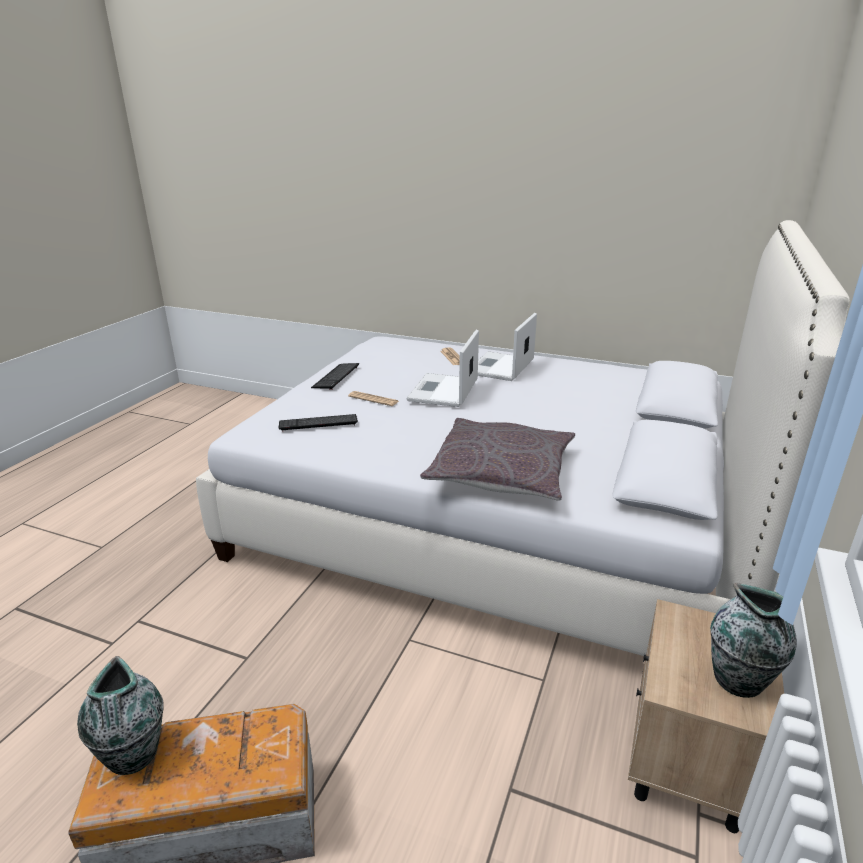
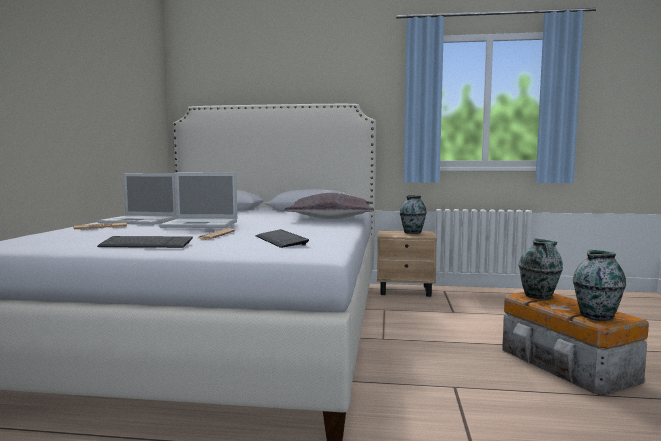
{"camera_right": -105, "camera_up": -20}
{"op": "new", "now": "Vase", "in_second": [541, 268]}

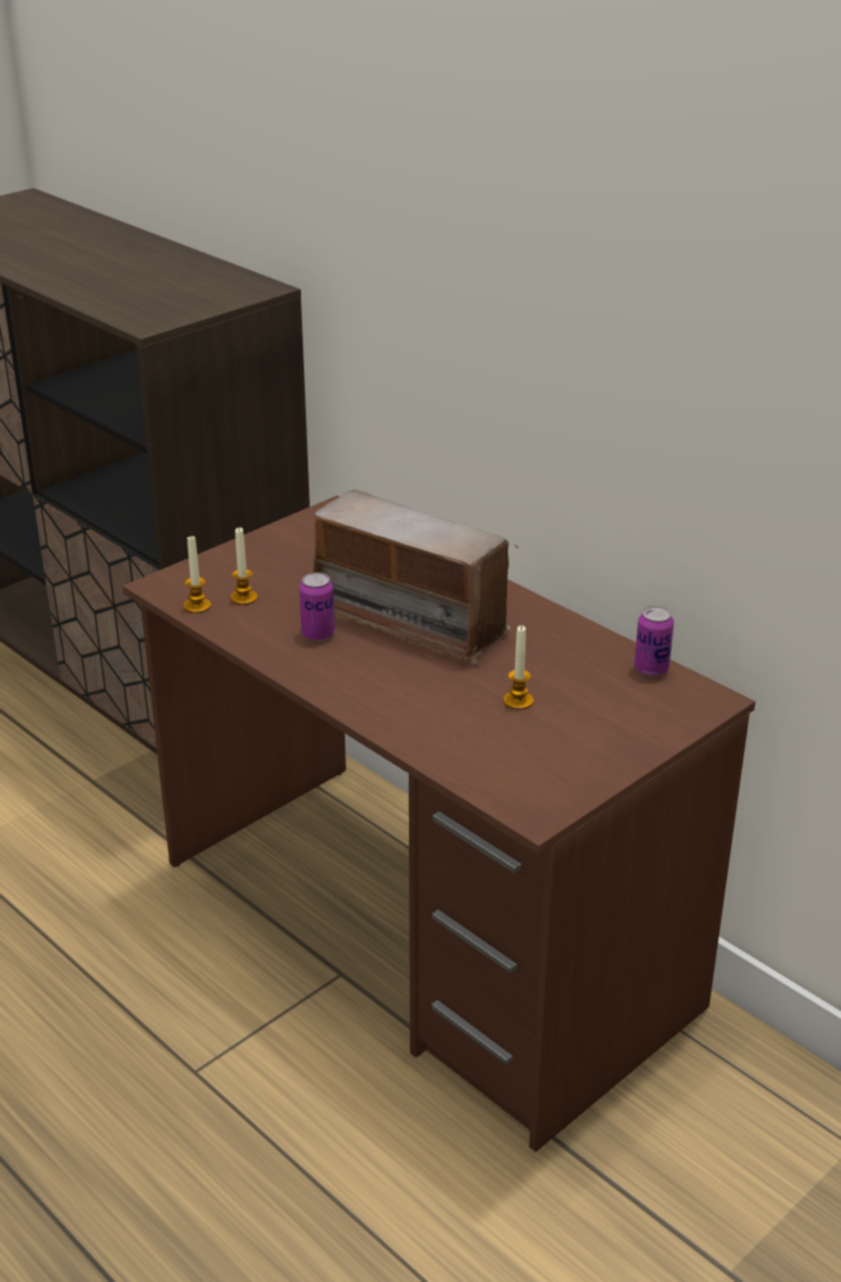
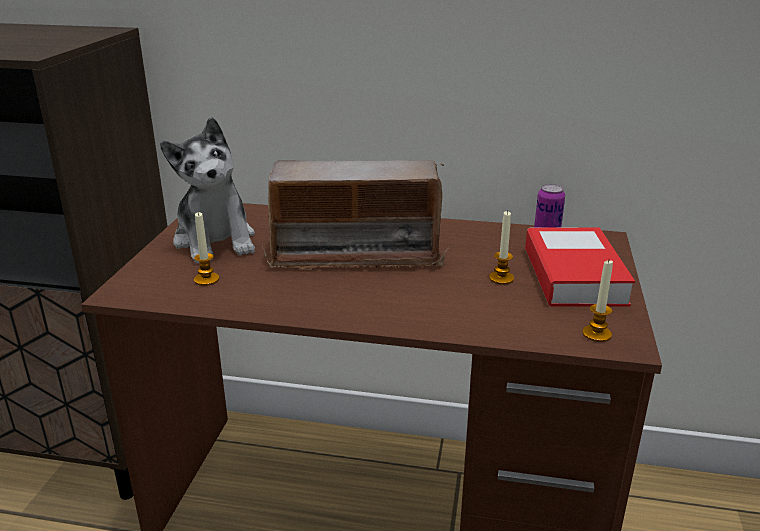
{"camera_right": -35, "camera_up": -5}
{"op": "shifted", "was": "Kerze", "in_first": [197, 574], "in_second": [597, 301]}
{"op": "gone", "was": "Dose", "in_first": [317, 606]}
{"op": "new", "now": "Plüschtier", "in_second": [207, 190]}
{"op": "new", "now": "Buch", "in_second": [580, 267]}

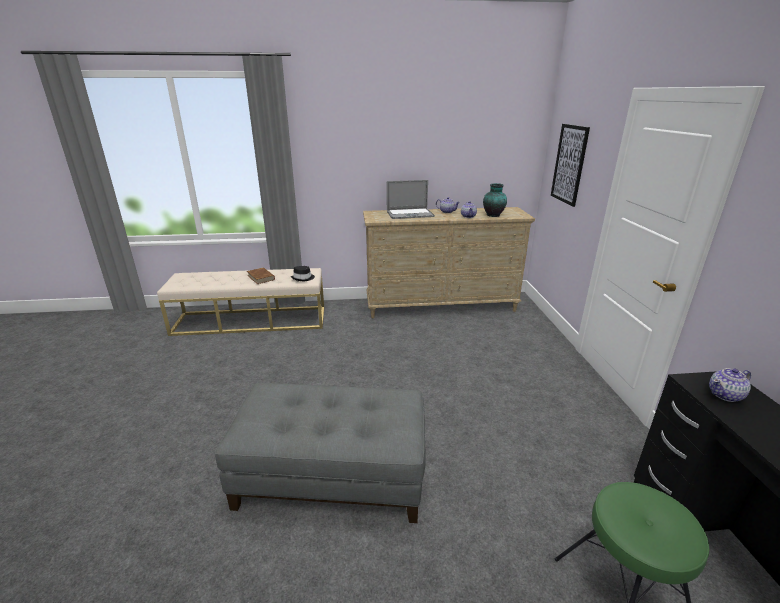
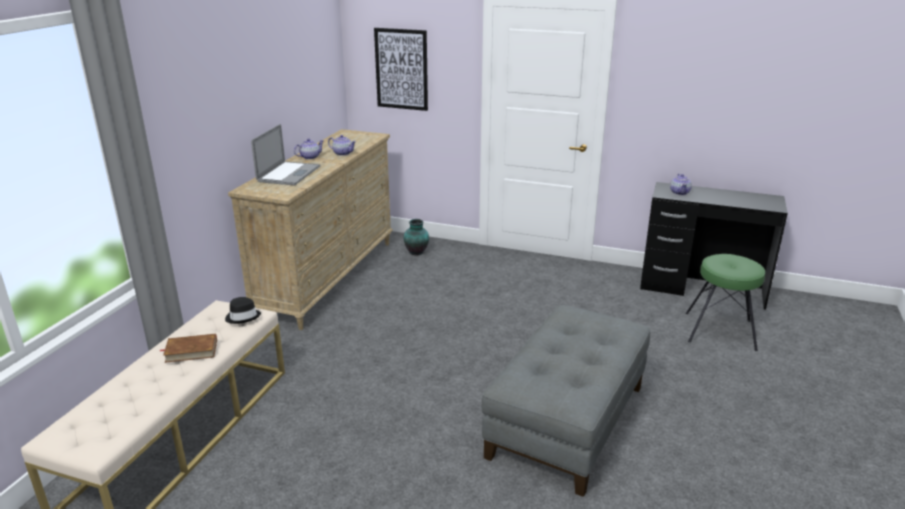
{"camera_right": -65, "camera_up": 0}
{"op": "shifted", "was": "Vase", "in_first": [495, 200], "in_second": [416, 237]}

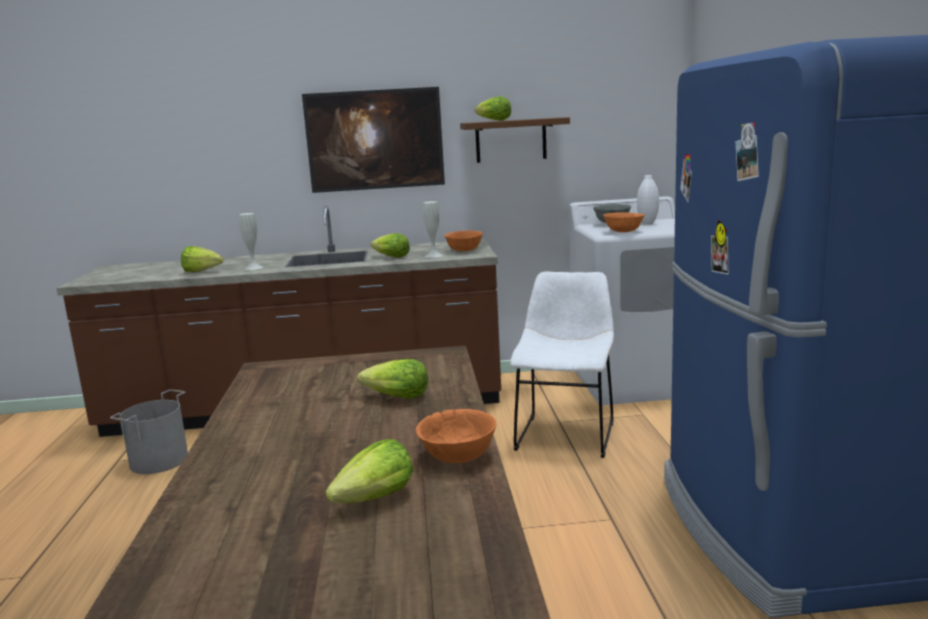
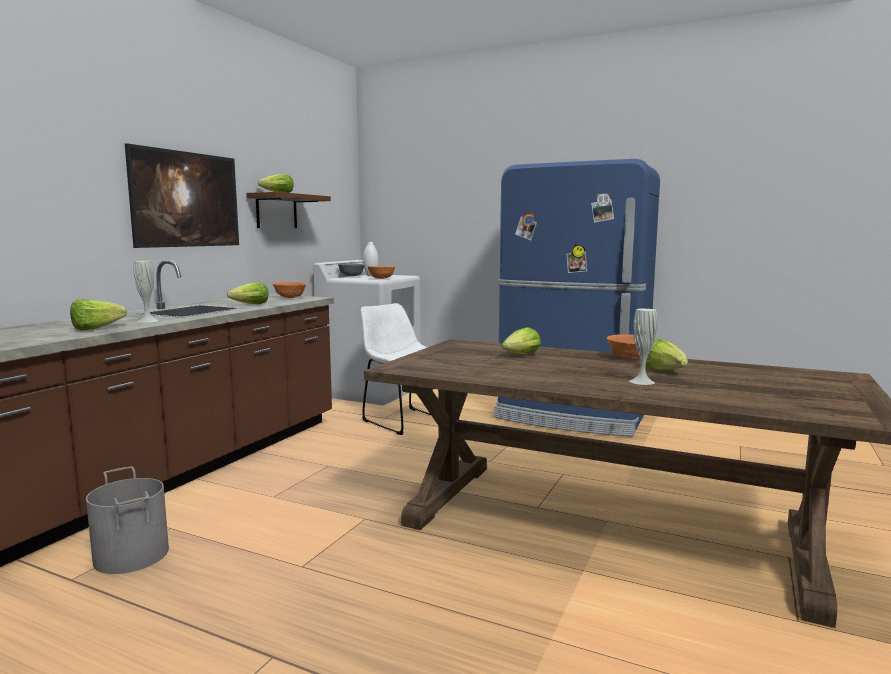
{"camera_right": -60, "camera_up": -5}
{"op": "shifted", "was": "Vase/weiß", "in_first": [433, 229], "in_second": [643, 347]}

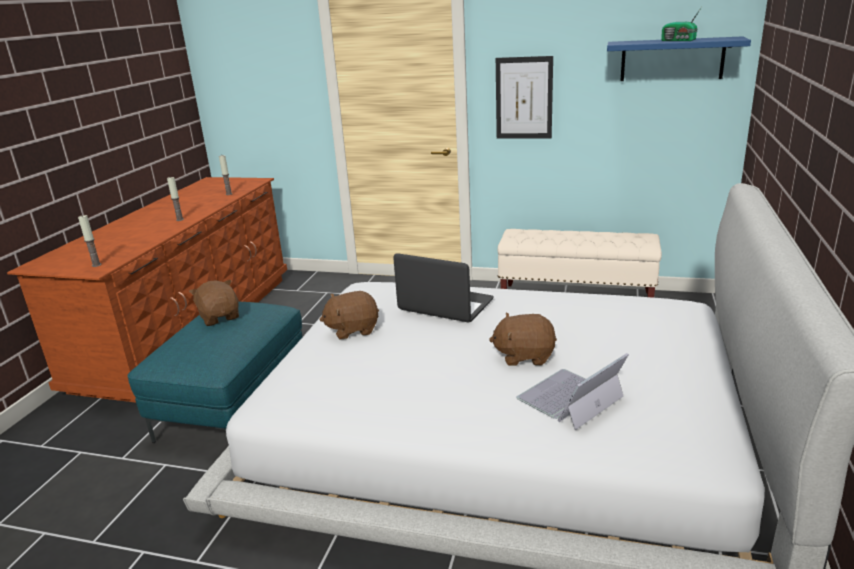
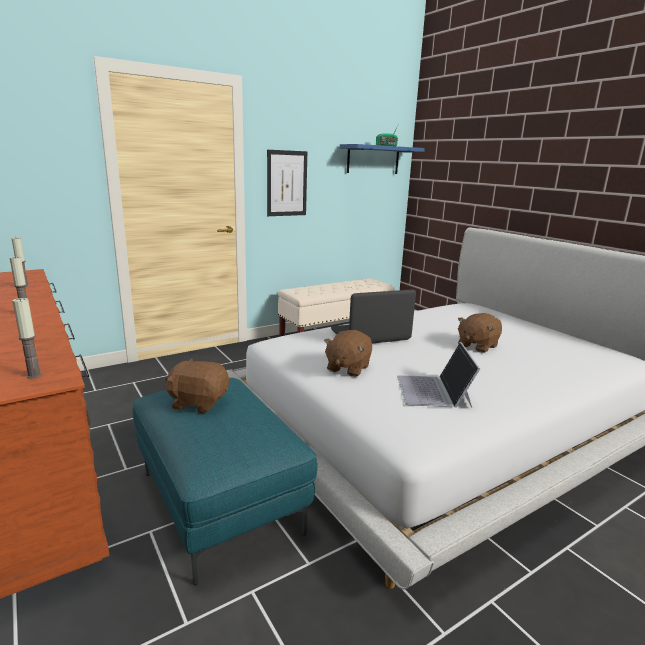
{"camera_right": -50, "camera_up": -5}
{"op": "shifted", "was": "Laptop", "in_first": [572, 391], "in_second": [438, 375]}

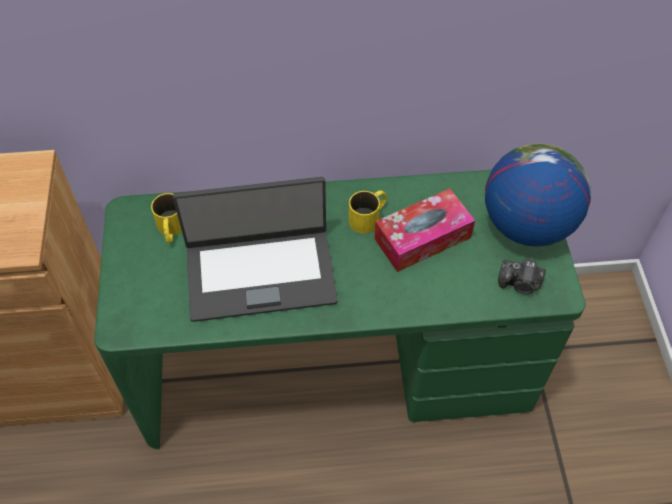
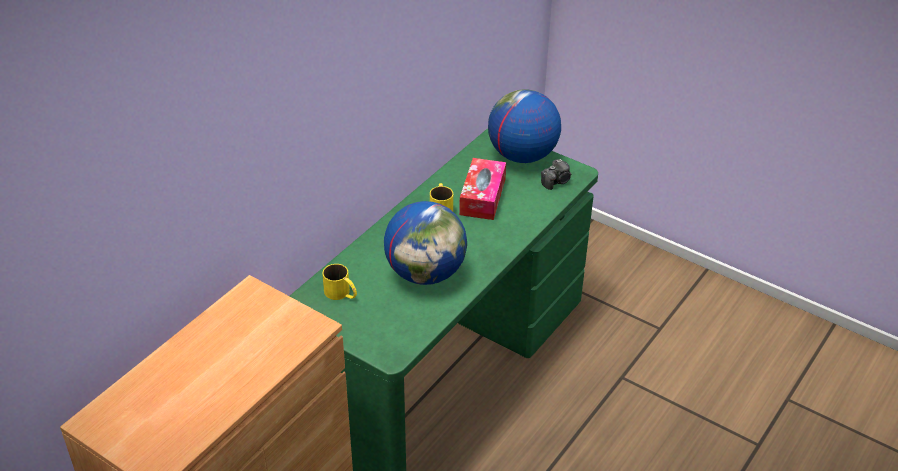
{"camera_right": -50, "camera_up": -15}
{"op": "swapped", "was": "Laptop", "now": "Globus", "in_first": [255, 249], "in_second": [425, 243]}

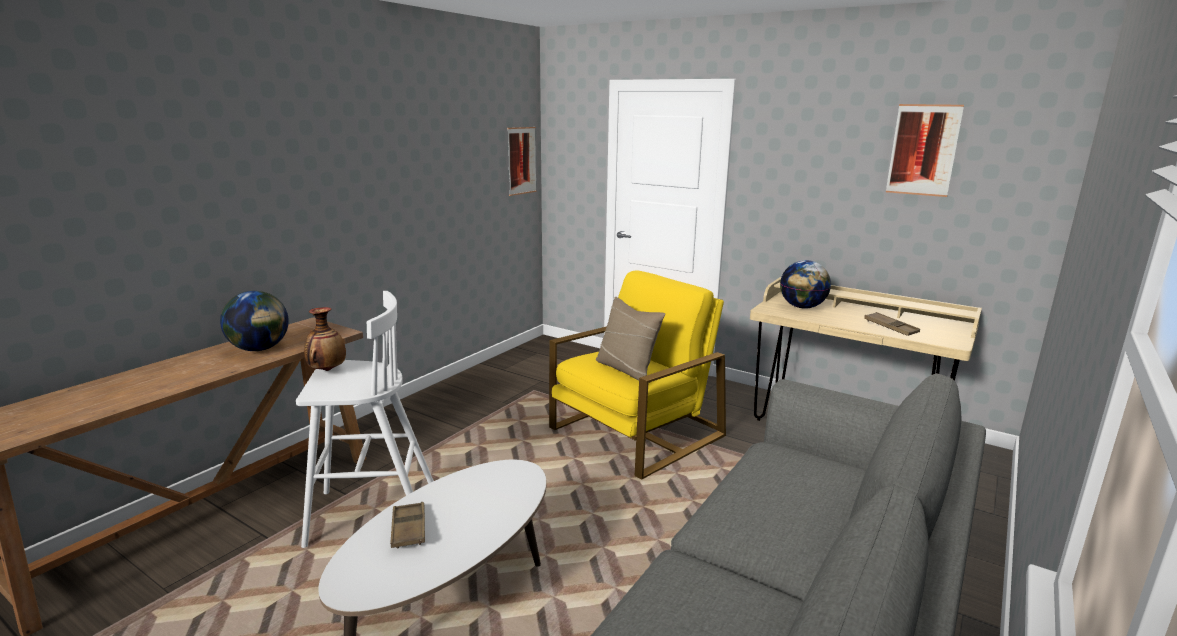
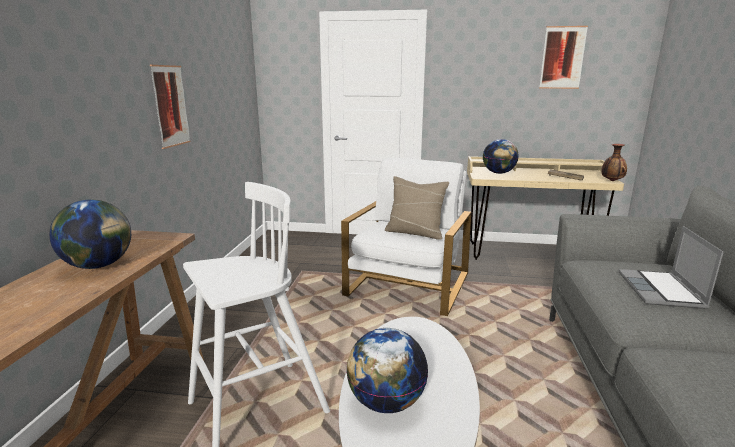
{"camera_right": -25, "camera_up": 0}
{"op": "shifted", "was": "Vase", "in_first": [325, 339], "in_second": [614, 162]}
{"op": "swapped", "was": "Tablett/braun", "now": "Globus", "in_first": [407, 525], "in_second": [387, 370]}
{"op": "shifted", "was": "Bild", "in_first": [521, 161], "in_second": [170, 107]}
{"op": "repainted", "was": "Sessel/gelb", "now": "Sessel/weiß", "in_first": [637, 375], "in_second": [406, 237]}
{"op": "new", "now": "Laptop", "in_second": [671, 267]}

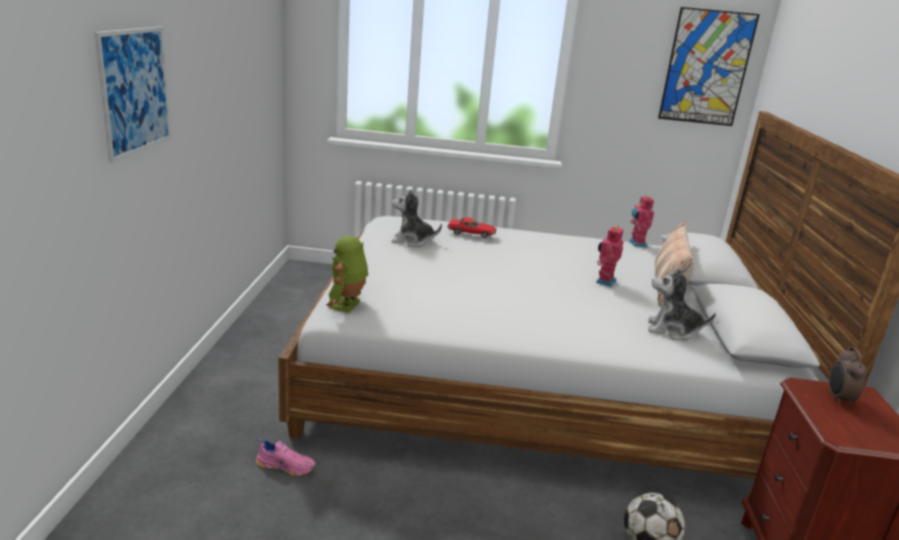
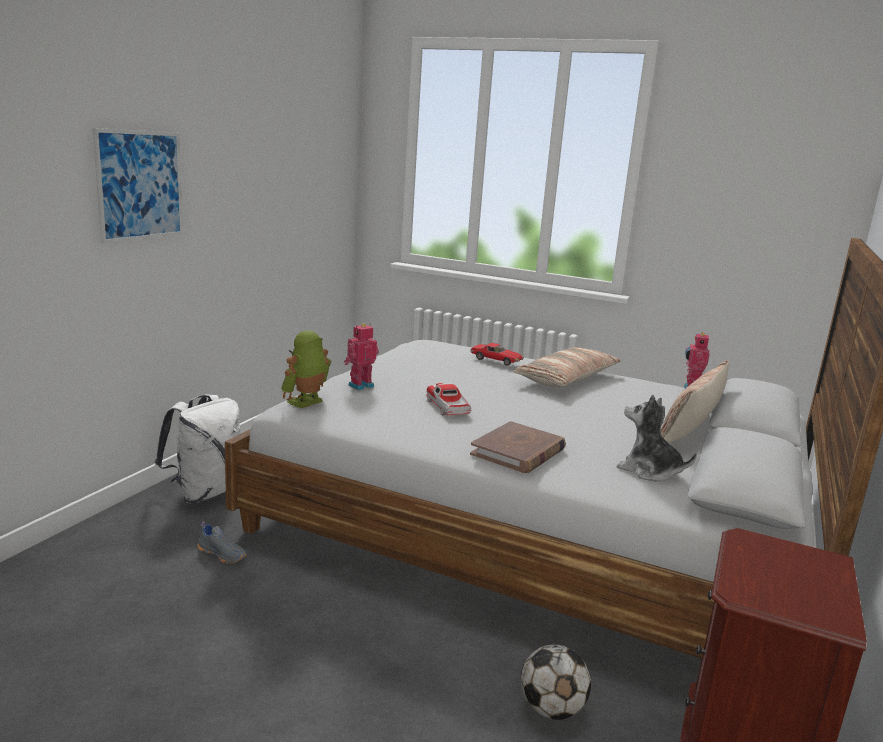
{"camera_right": 20, "camera_up": -5}
{"op": "repainted", "was": "Schuh/rosa", "now": "Schuh/grau", "in_first": [285, 457], "in_second": [222, 542]}
{"op": "gone", "was": "Plüschtier", "in_first": [417, 218]}
{"op": "shifted", "was": "Spielzeugroboter", "in_first": [610, 256], "in_second": [361, 356]}
{"op": "gone", "was": "Bild", "in_first": [709, 66]}
{"op": "gone", "was": "Wecker", "in_first": [848, 376]}
{"op": "new", "now": "Rucksack/weiß", "in_second": [198, 448]}
{"op": "new", "now": "Spielzeugauto", "in_second": [448, 399]}
{"op": "new", "now": "Buch/braun", "in_second": [518, 447]}
{"op": "new", "now": "Kissen", "in_second": [567, 367]}

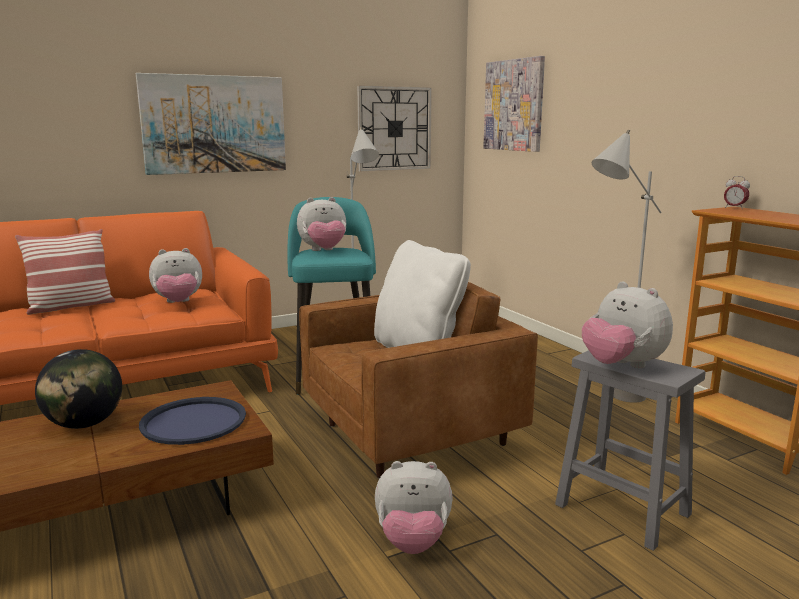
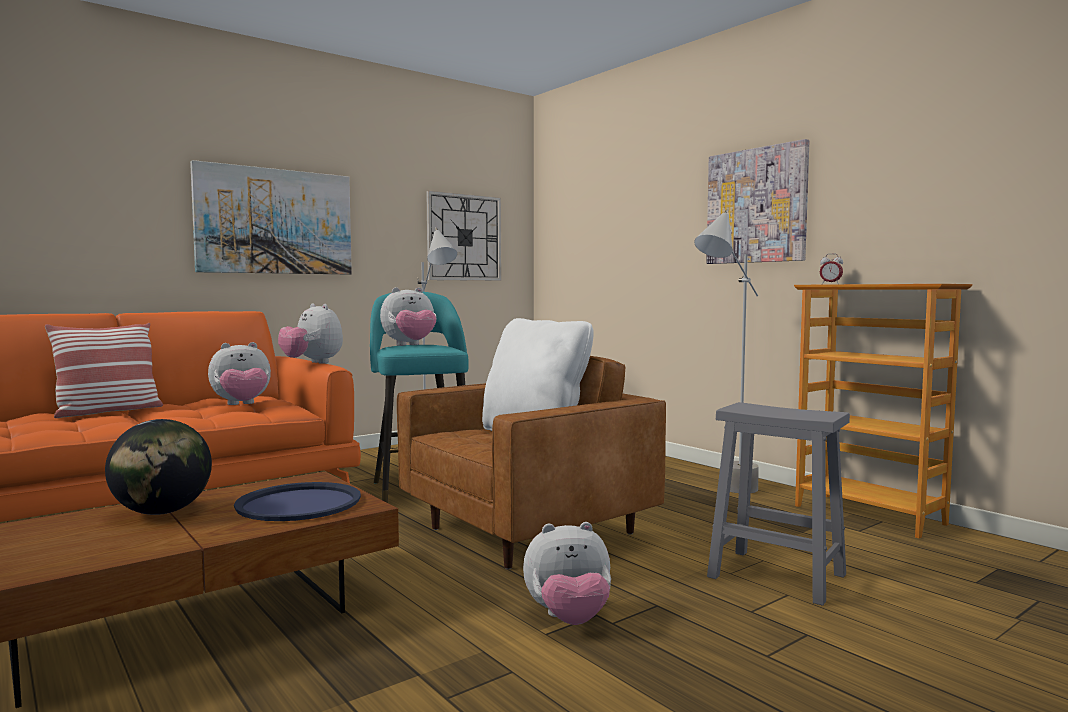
{"camera_right": -10, "camera_up": -10}
{"op": "shifted", "was": "Bild", "in_first": [514, 104], "in_second": [757, 201]}
{"op": "shifted", "was": "Plüschtier", "in_first": [627, 324], "in_second": [310, 334]}

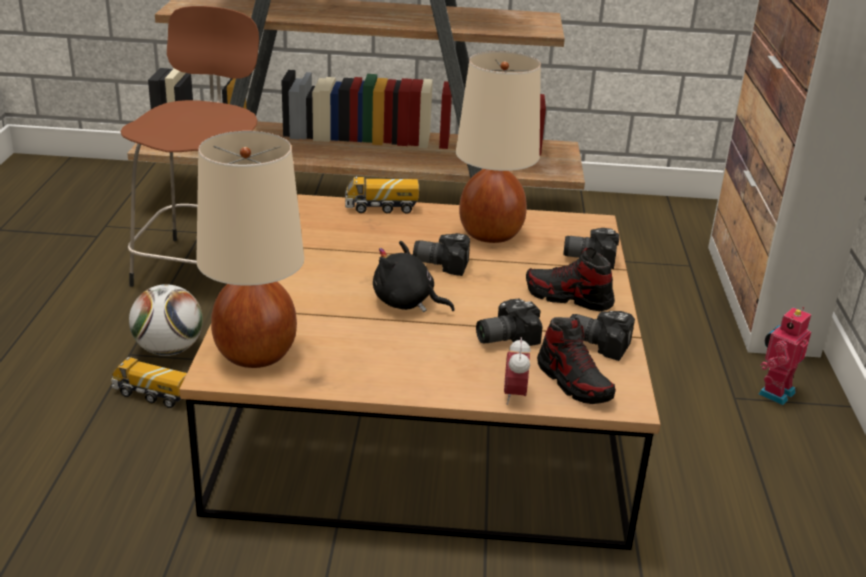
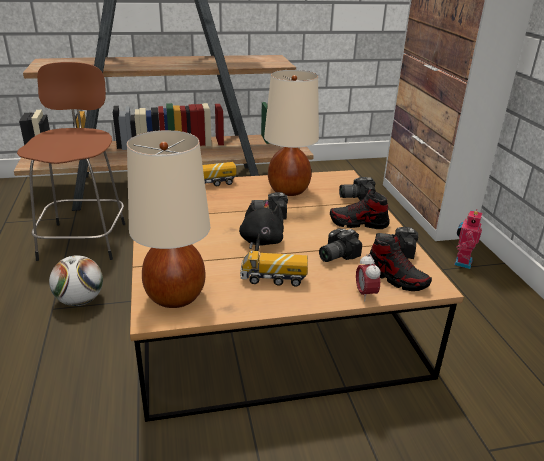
{"camera_right": -15, "camera_up": 0}
{"op": "shifted", "was": "Spielzeuglaster", "in_first": [149, 382], "in_second": [274, 269]}
{"op": "rotated", "was": "Plüschtier/schwarz", "in_first": [414, 276], "in_second": [261, 226], "clockwise": 90}

